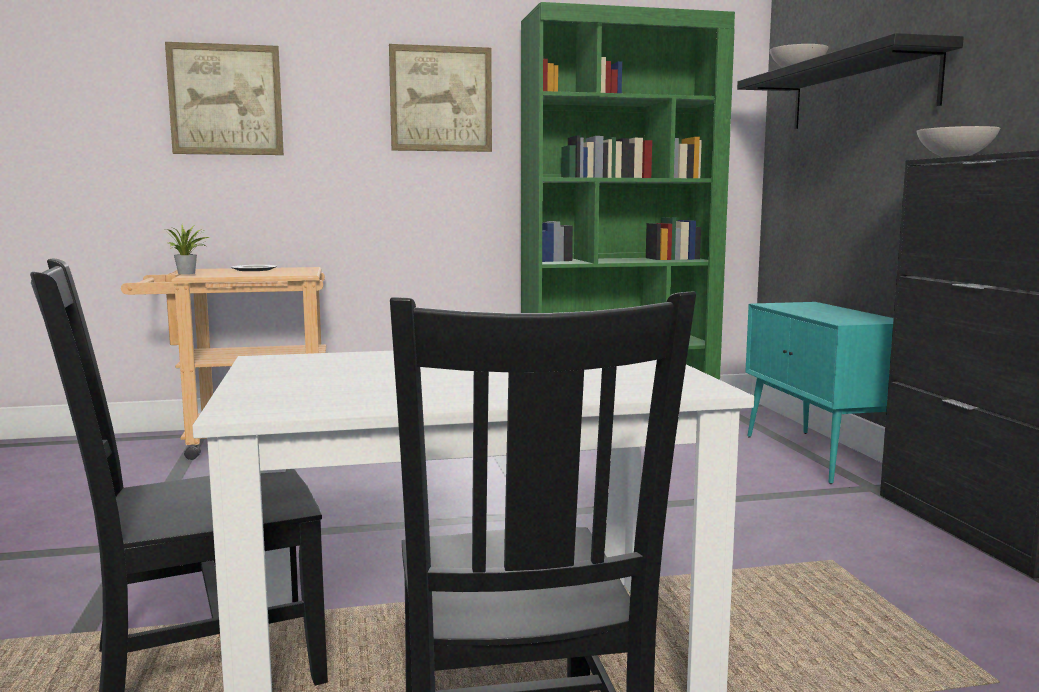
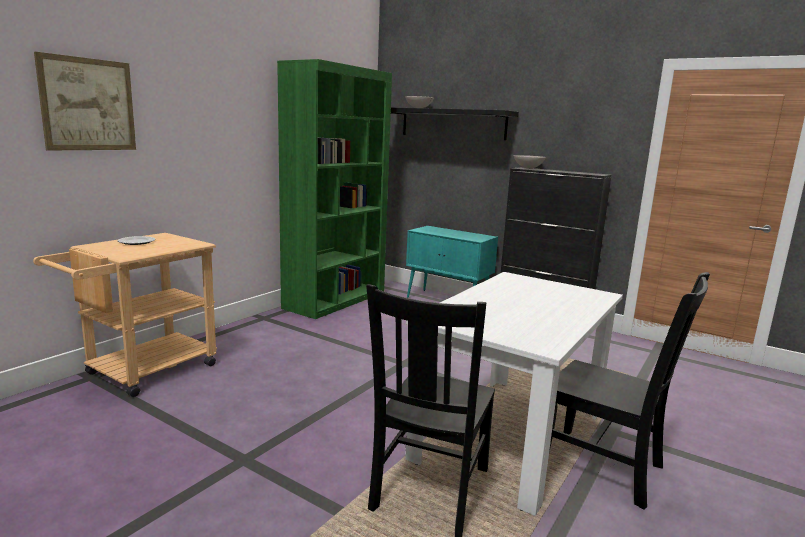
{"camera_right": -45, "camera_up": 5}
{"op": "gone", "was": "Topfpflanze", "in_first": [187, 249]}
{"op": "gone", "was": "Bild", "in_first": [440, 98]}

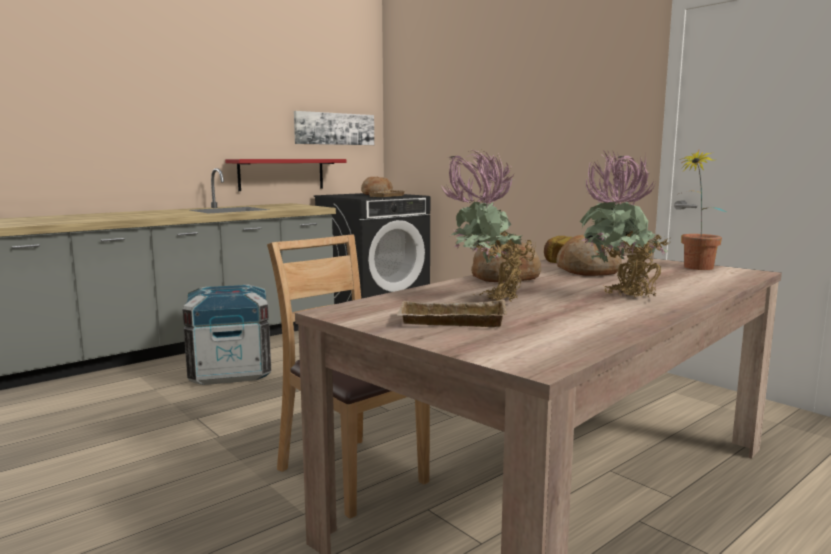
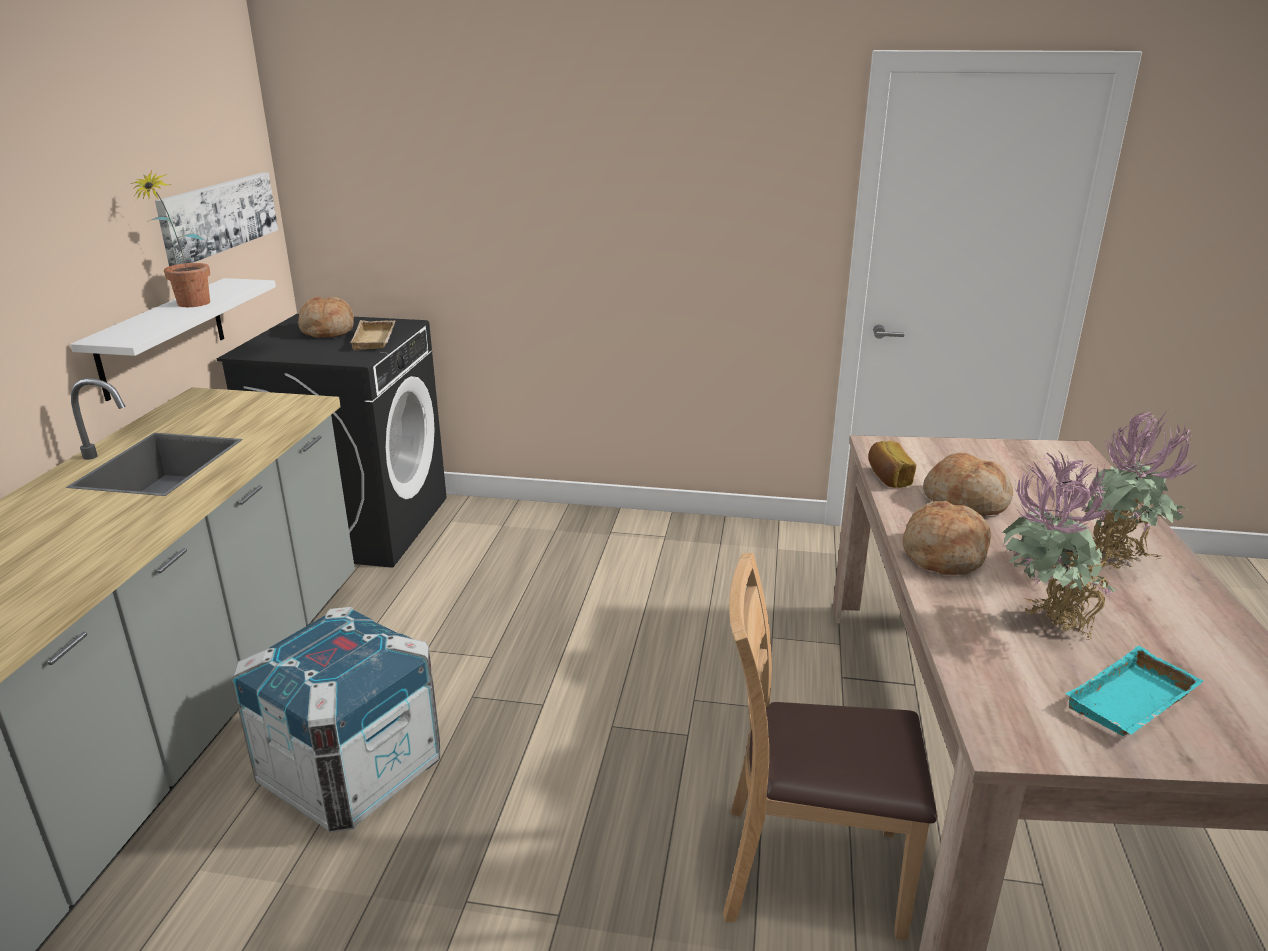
{"camera_right": -40, "camera_up": 15}
{"op": "repainted", "was": "Wandregal/rot", "now": "Wandregal/weiß", "in_first": [286, 175], "in_second": [173, 339]}
{"op": "repainted", "was": "Tablett/beige", "now": "Tablett/türkis", "in_first": [452, 313], "in_second": [1134, 691]}
{"op": "shifted", "was": "Topfpflanze", "in_first": [703, 210], "in_second": [170, 238]}

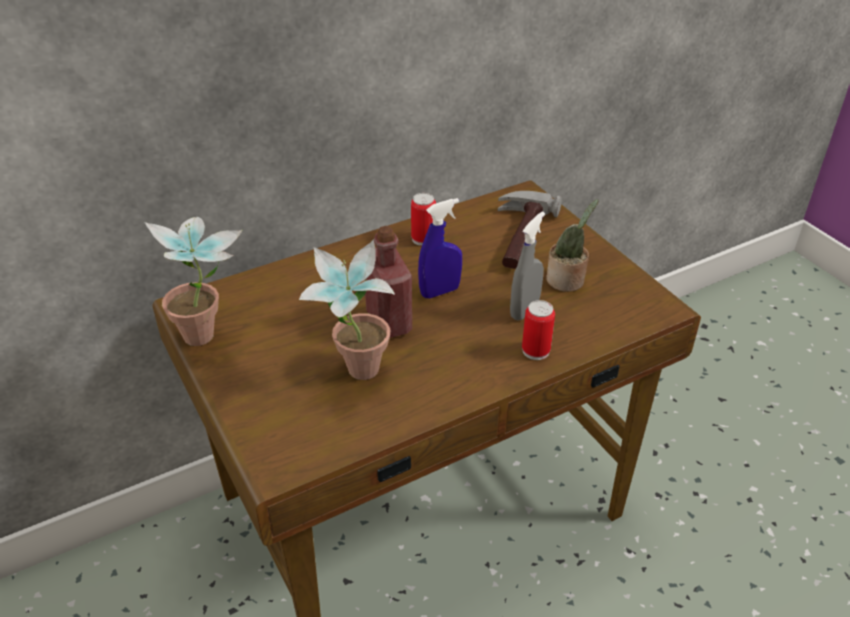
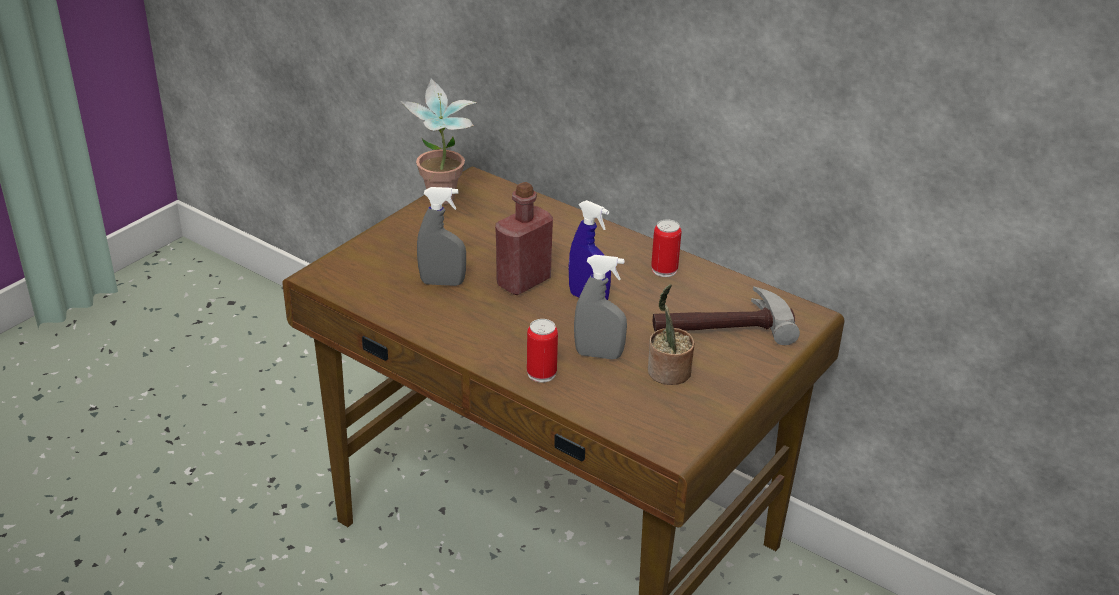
{"camera_right": 65, "camera_up": -5}
{"op": "swapped", "was": "Topfpflanze", "now": "Sprühflasche/grau", "in_first": [347, 309], "in_second": [441, 236]}

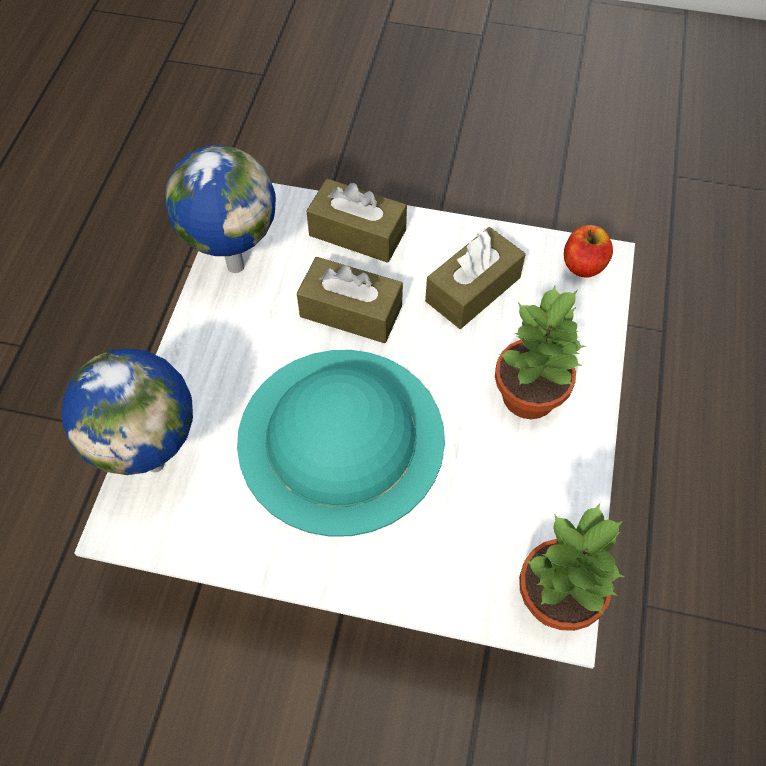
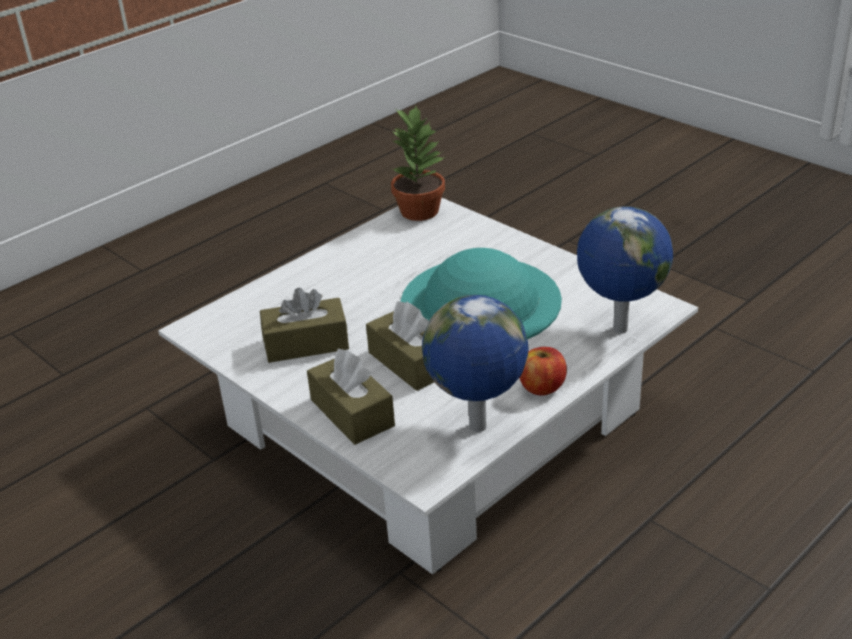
{"camera_right": -145, "camera_up": -25}
{"op": "gone", "was": "Topfpflanze", "in_first": [540, 352]}
{"op": "shifted", "was": "Apfel", "in_first": [588, 251], "in_second": [543, 371]}

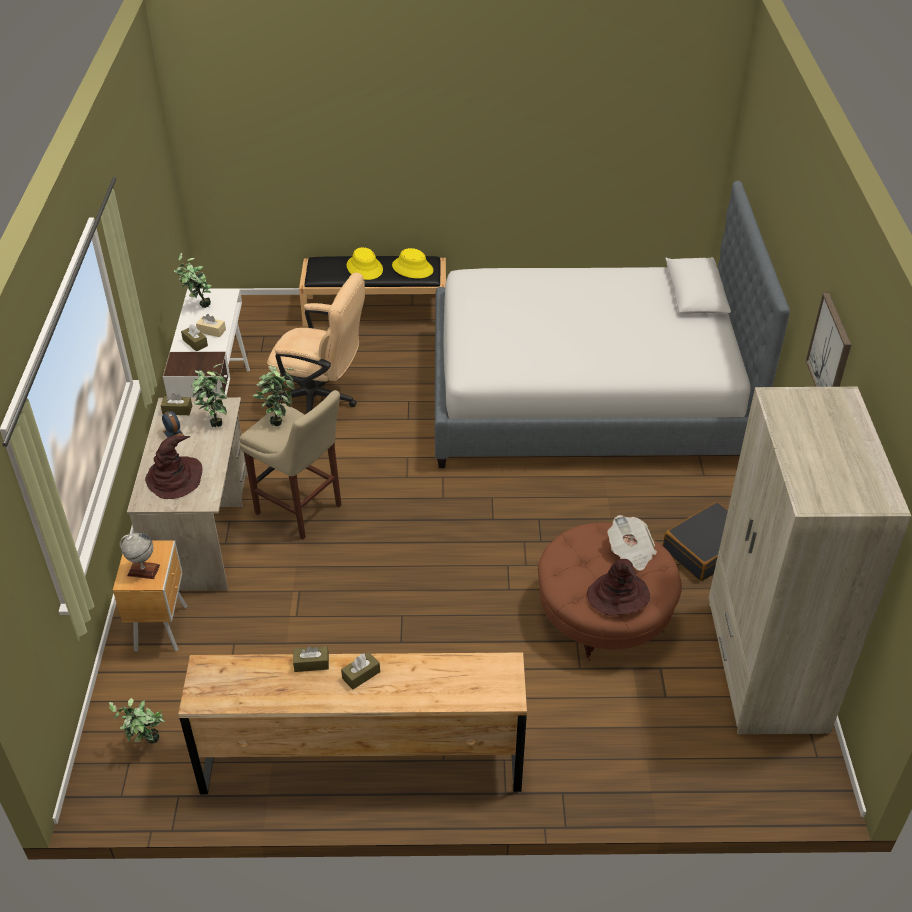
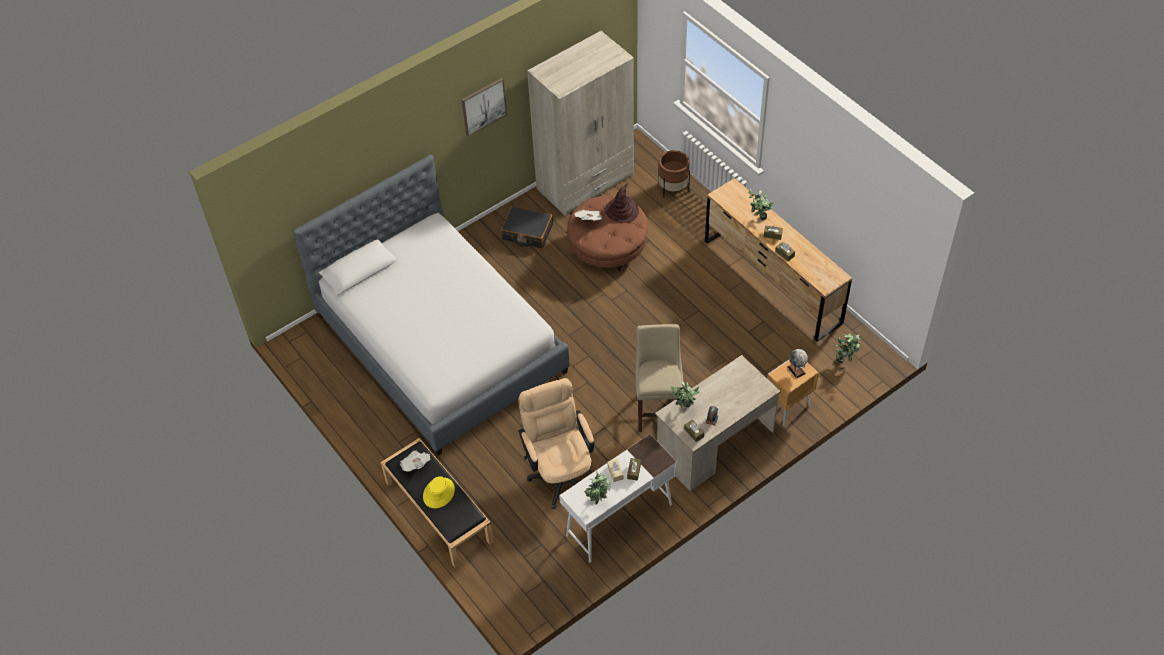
{"camera_right": -125, "camera_up": 10}
{"op": "gone", "was": "Hut/braun", "in_first": [173, 467]}
{"op": "shifted", "was": "Topfpflanze", "in_first": [274, 395], "in_second": [761, 204]}
{"op": "swapped", "was": "Hut/gelb", "now": "Zeitung", "in_first": [412, 263], "in_second": [415, 460]}
{"op": "new", "now": "Pflanzkübel/braun", "in_second": [674, 174]}

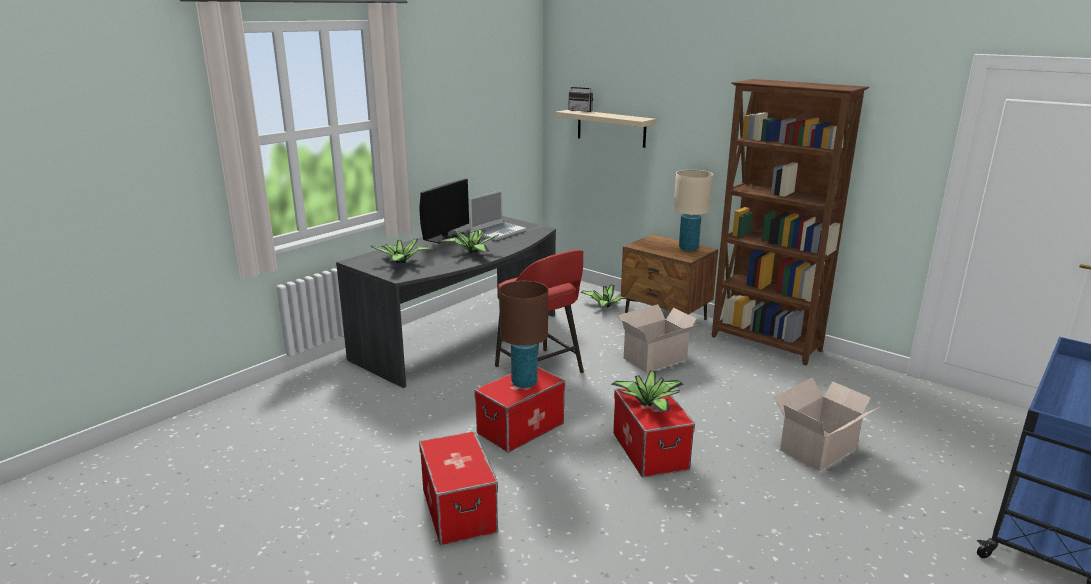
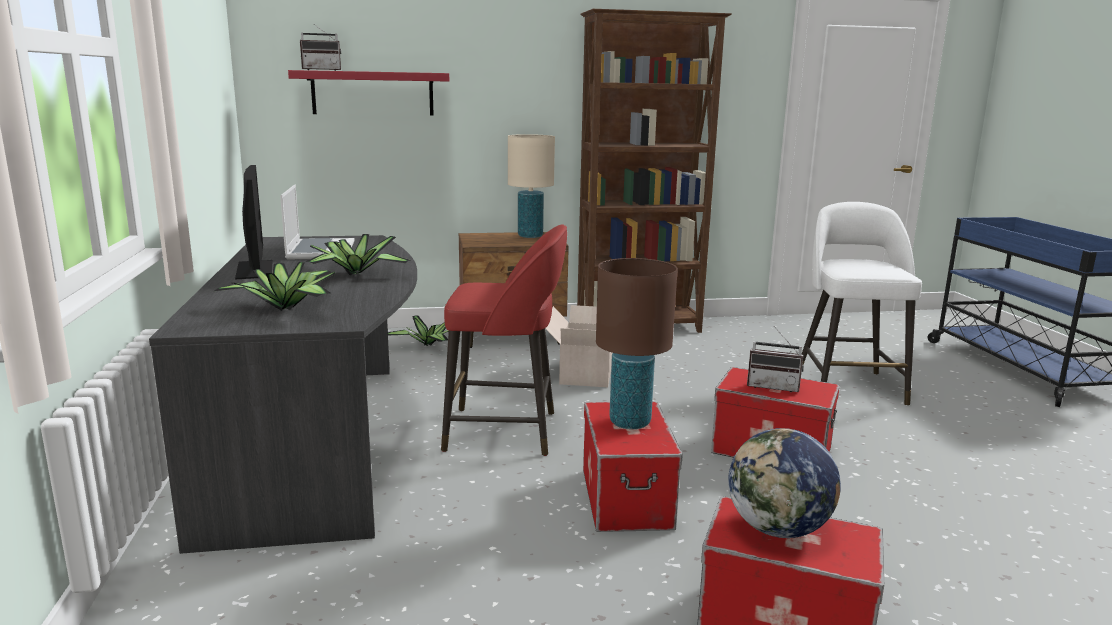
{"camera_right": -50, "camera_up": -5}
{"op": "repainted", "was": "Wandregal/beige", "now": "Wandregal/rot", "in_first": [606, 129], "in_second": [368, 93]}
{"op": "swapped", "was": "Topfpflanze", "now": "Radio", "in_first": [647, 391], "in_second": [775, 359]}
{"op": "swapped", "was": "Karton", "now": "Hocker/weiß", "in_first": [827, 424], "in_second": [862, 304]}
{"op": "new", "now": "Globus", "in_second": [784, 483]}

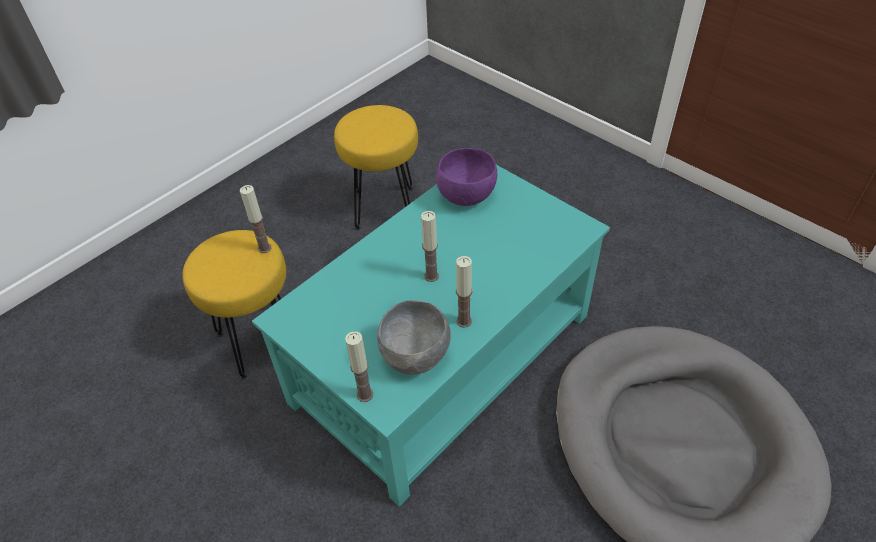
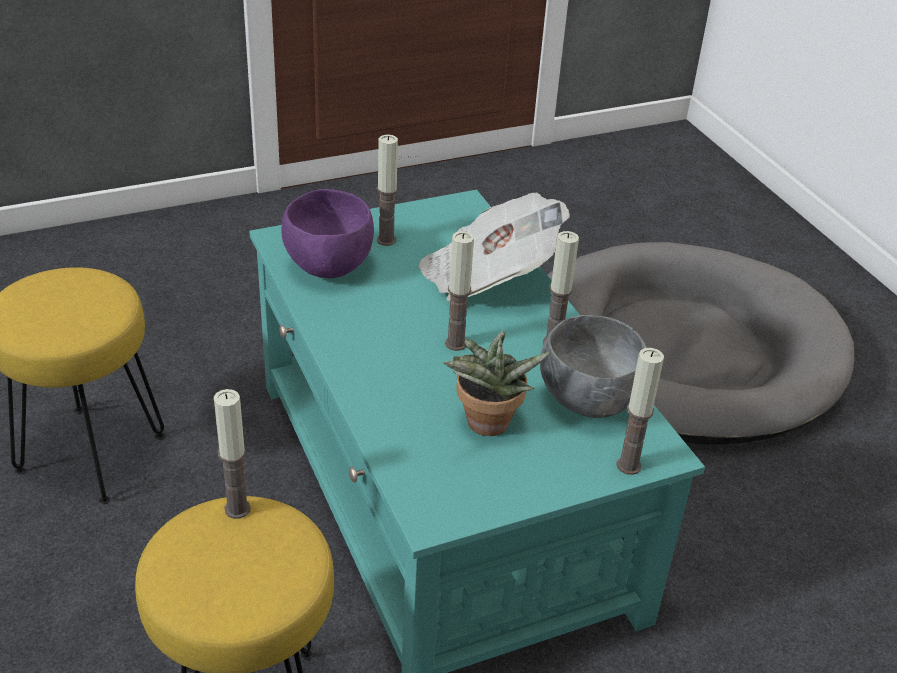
{"camera_right": -70, "camera_up": -10}
{"op": "new", "now": "Kerze", "in_second": [387, 190]}
{"op": "new", "now": "Zeitung", "in_second": [494, 246]}
{"op": "new", "now": "Topfpflanze", "in_second": [497, 383]}

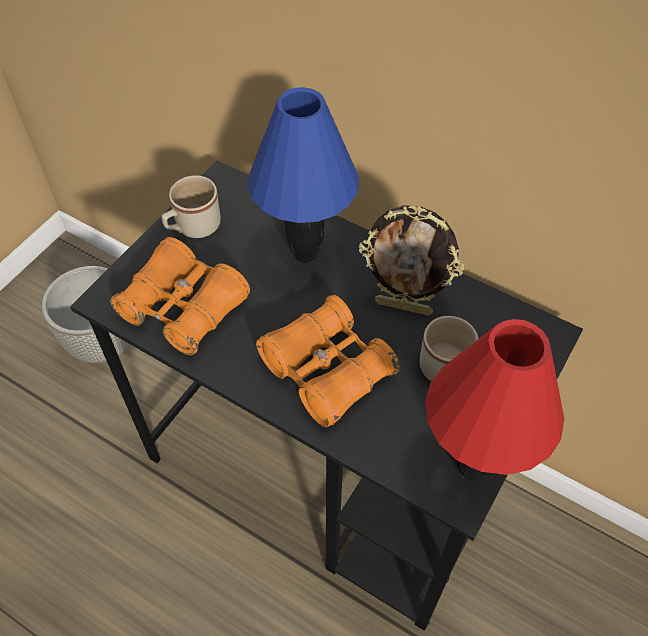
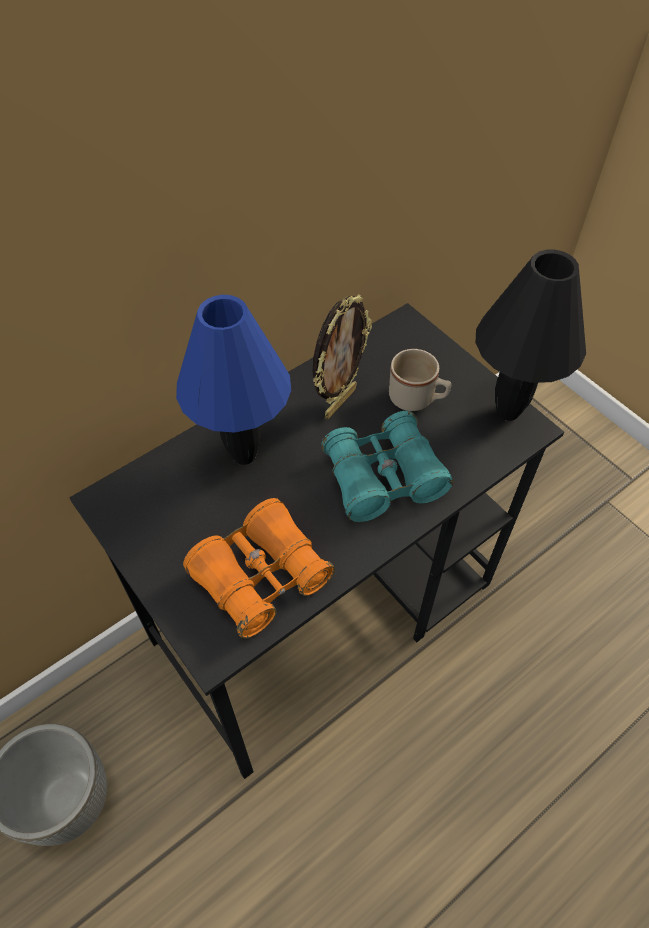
{"camera_right": -70, "camera_up": 0}
{"op": "gone", "was": "Henkelbecher/beige", "in_first": [191, 206]}
{"op": "repainted", "was": "Fernglas/orange", "now": "Fernglas/türkis", "in_first": [328, 361], "in_second": [387, 466]}
{"op": "repainted", "was": "Tischlampe/rot", "now": "Tischlampe/schwarz", "in_first": [494, 400], "in_second": [531, 335]}

